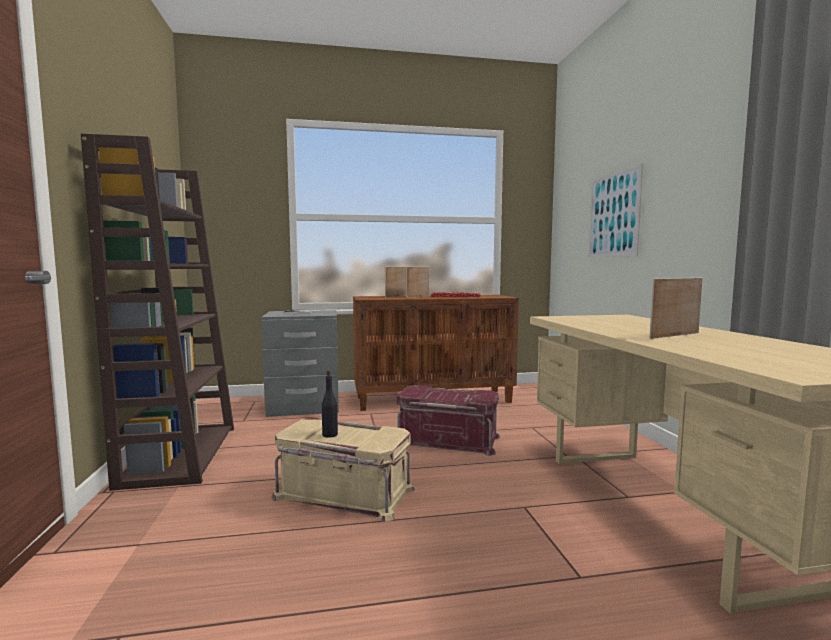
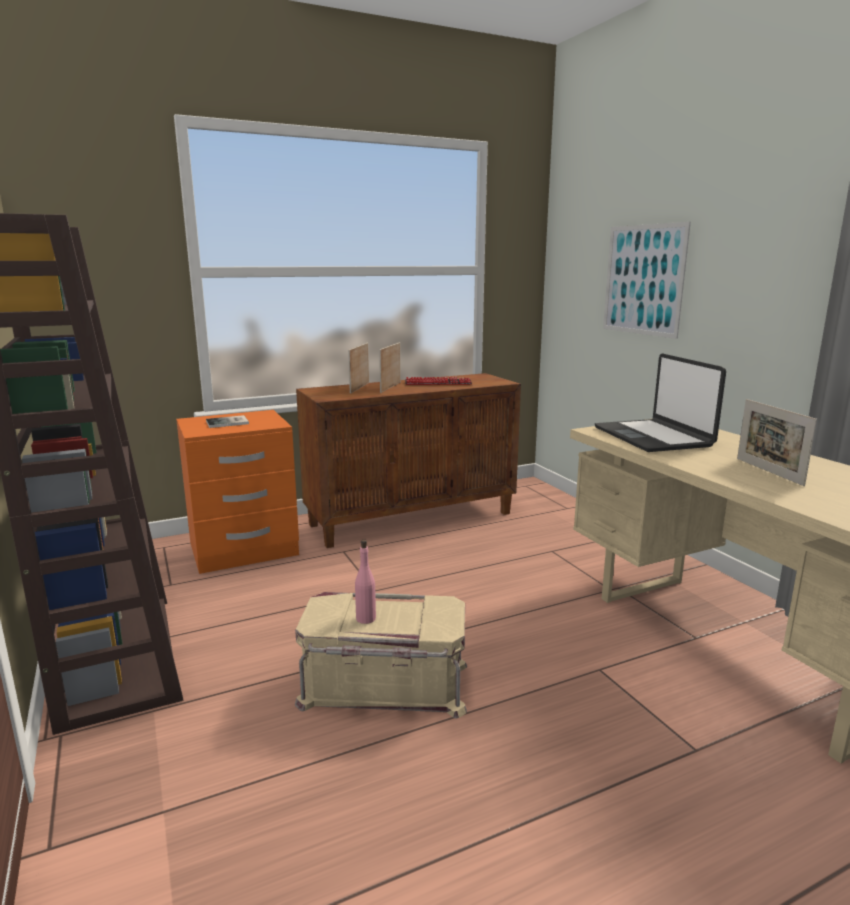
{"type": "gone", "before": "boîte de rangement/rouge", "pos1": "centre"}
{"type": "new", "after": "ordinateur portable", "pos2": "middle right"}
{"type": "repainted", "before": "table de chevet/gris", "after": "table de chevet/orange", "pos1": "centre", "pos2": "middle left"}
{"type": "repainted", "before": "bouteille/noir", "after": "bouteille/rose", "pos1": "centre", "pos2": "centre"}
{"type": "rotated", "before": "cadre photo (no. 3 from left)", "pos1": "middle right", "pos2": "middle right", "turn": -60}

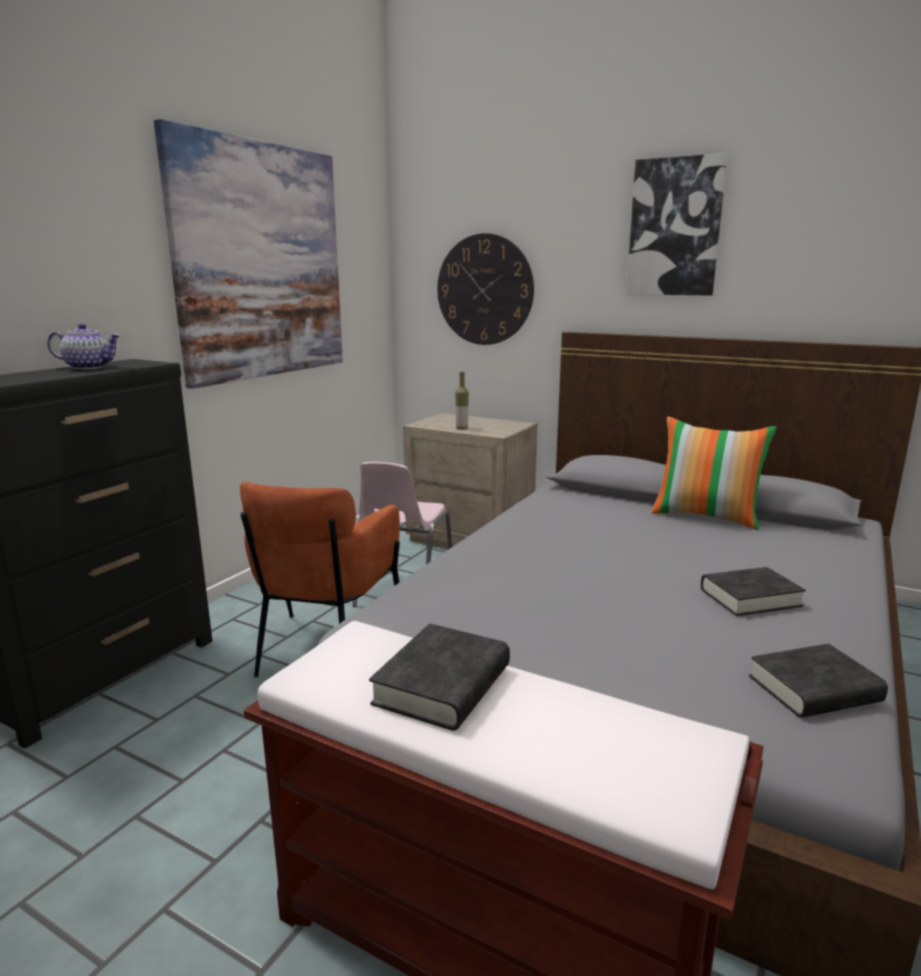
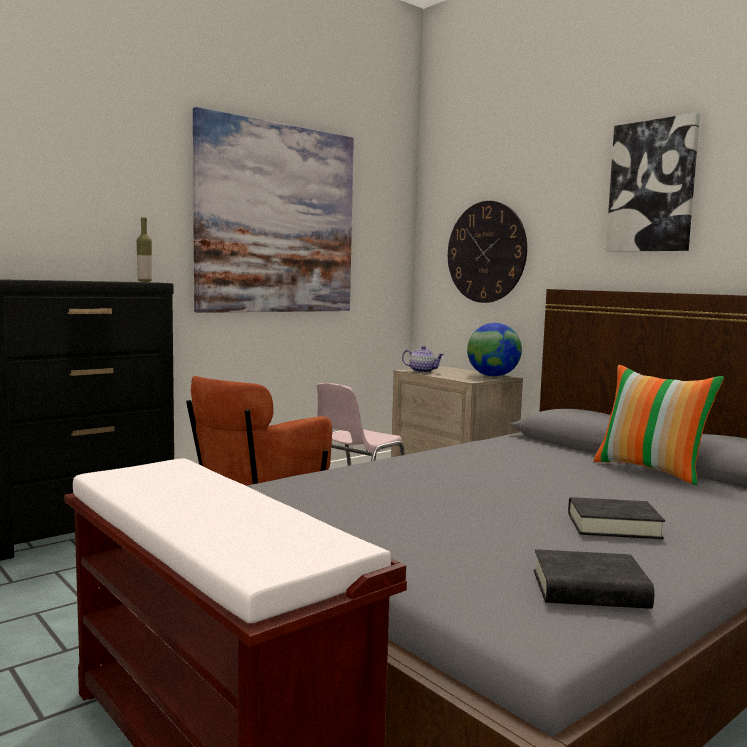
{"type": "gone", "before": "livre/noir (no. 1 from left)", "pos1": "bottom centre"}
{"type": "new", "after": "globe", "pos2": "centre"}
{"type": "shifted", "before": "théière", "pos1": "middle left", "pos2": "centre"}
{"type": "shifted", "before": "bouteille", "pos1": "centre", "pos2": "middle left"}

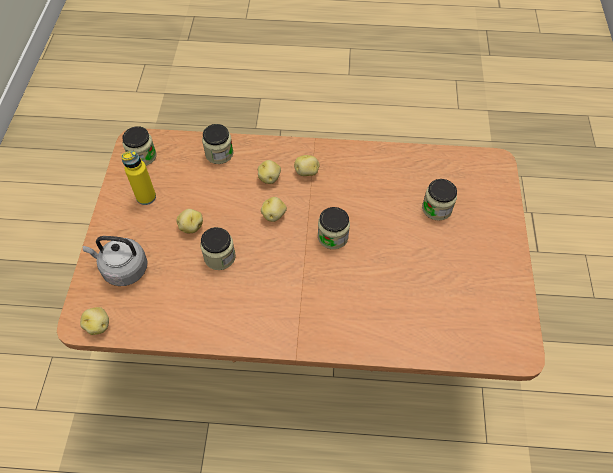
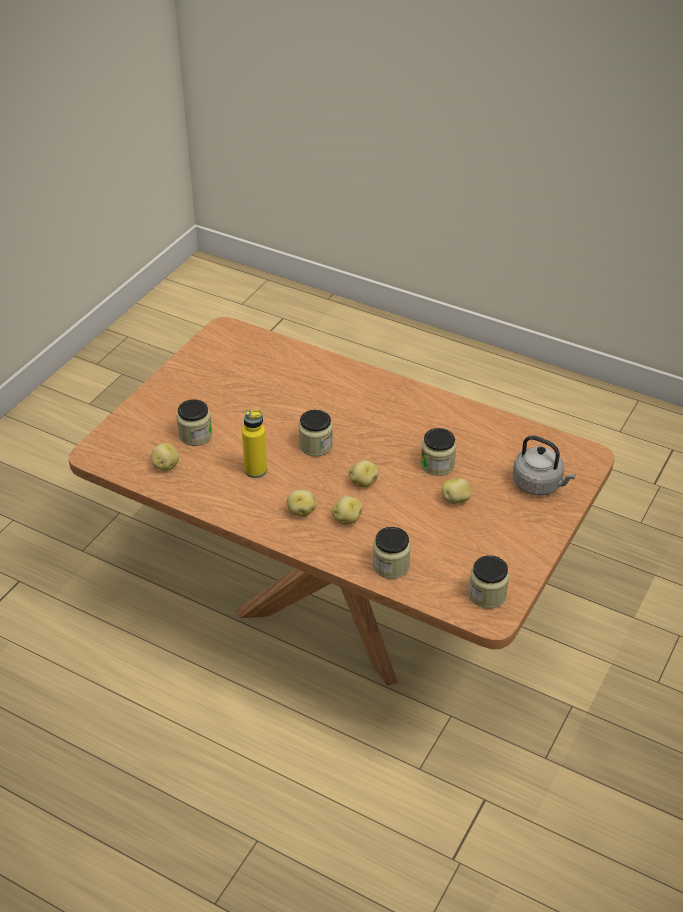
{"type": "shifted", "before": "pomme de terre (no. 1 from left)", "pos1": "bottom left", "pos2": "middle left"}
{"type": "shifted", "before": "bouteille/jaune", "pos1": "middle left", "pos2": "centre"}

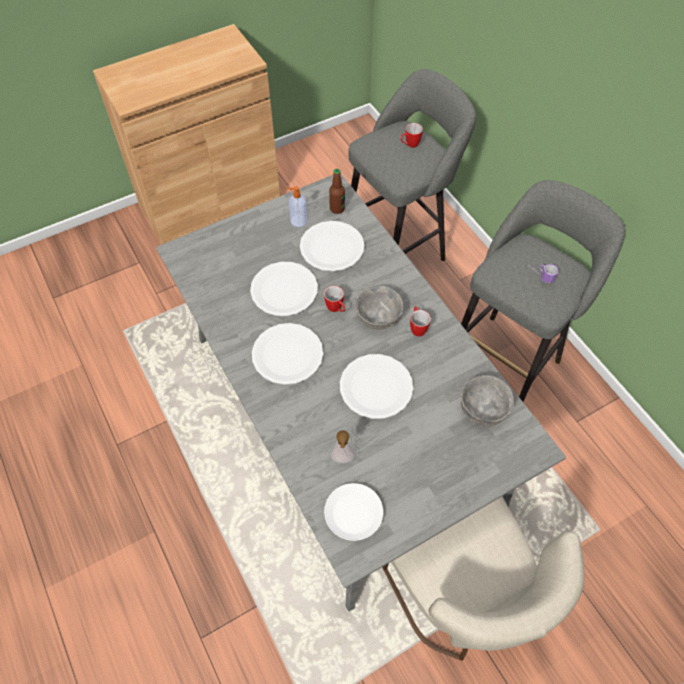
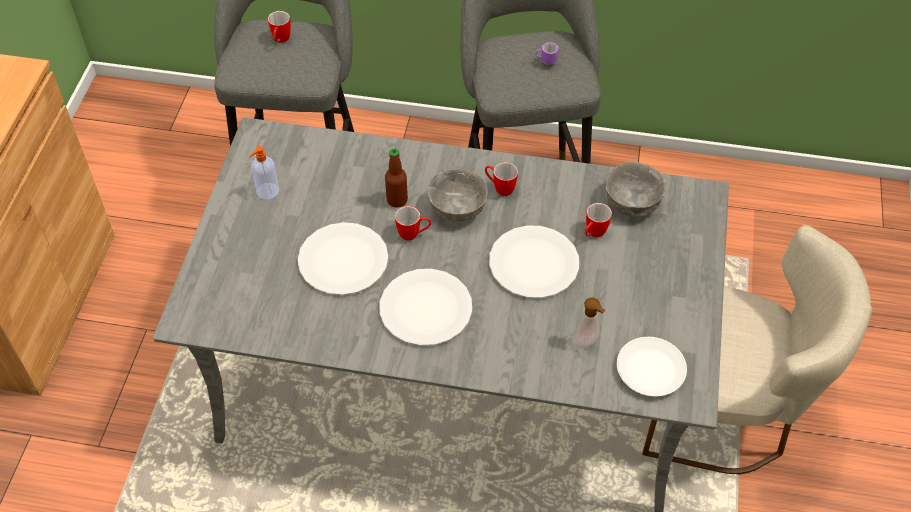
{"type": "gone", "before": "assiette/blanc (no. 3 from left)", "pos1": "centre"}
{"type": "new", "after": "mug (no. 5 from left)", "pos2": "centre"}
{"type": "shifted", "before": "bouteille", "pos1": "top centre", "pos2": "centre"}

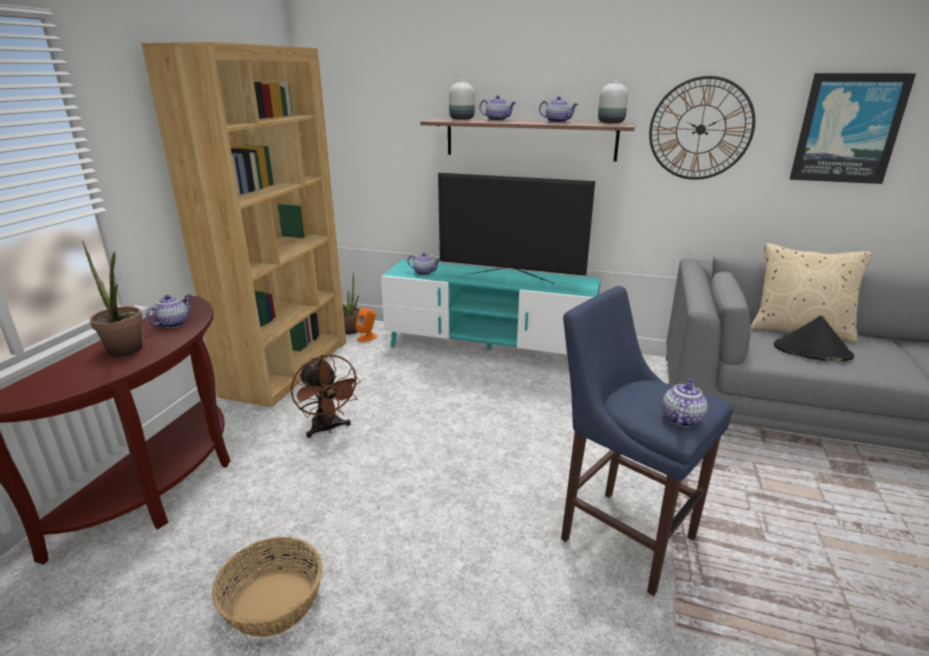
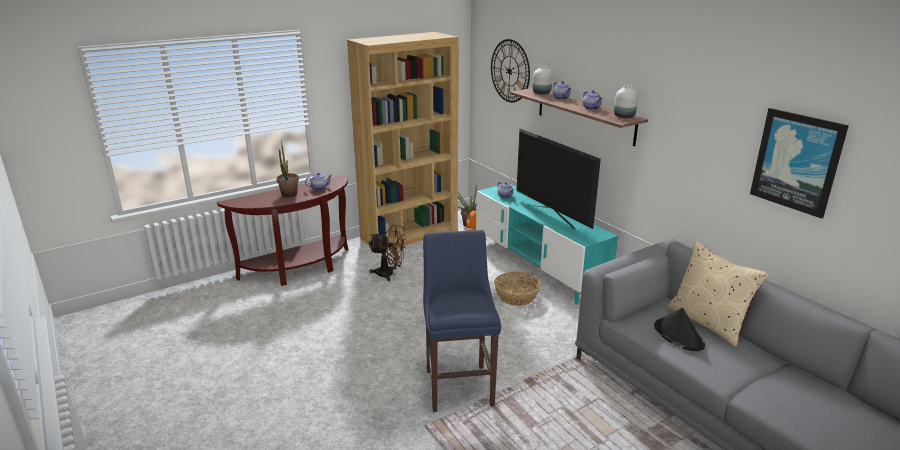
{"type": "gone", "before": "théière (no. 5 from left)", "pos1": "middle right"}
{"type": "shifted", "before": "panier", "pos1": "bottom left", "pos2": "centre"}
{"type": "shifted", "before": "horloge murale", "pos1": "top right", "pos2": "top centre"}
{"type": "rotated", "before": "ventilateur/marron", "pos1": "centre", "pos2": "centre", "turn": -90}

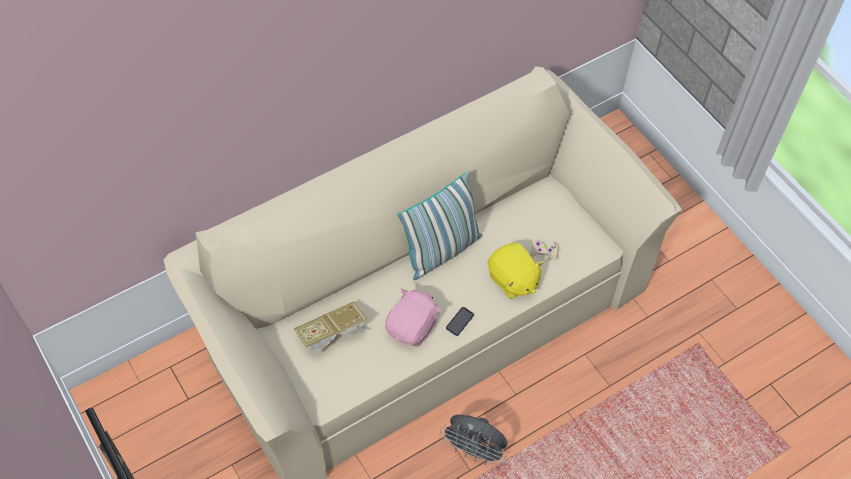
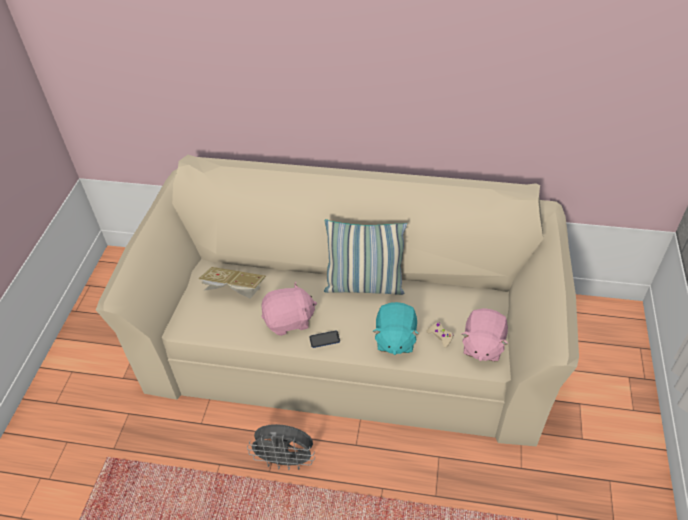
{"type": "new", "after": "peluche/rose (no. 2 from left)", "pos2": "middle right"}
{"type": "repainted", "before": "peluche/jaune", "after": "peluche/turquoise", "pos1": "centre", "pos2": "centre"}
{"type": "rotated", "before": "ventilateur/gris", "pos1": "bottom centre", "pos2": "bottom centre", "turn": -60}

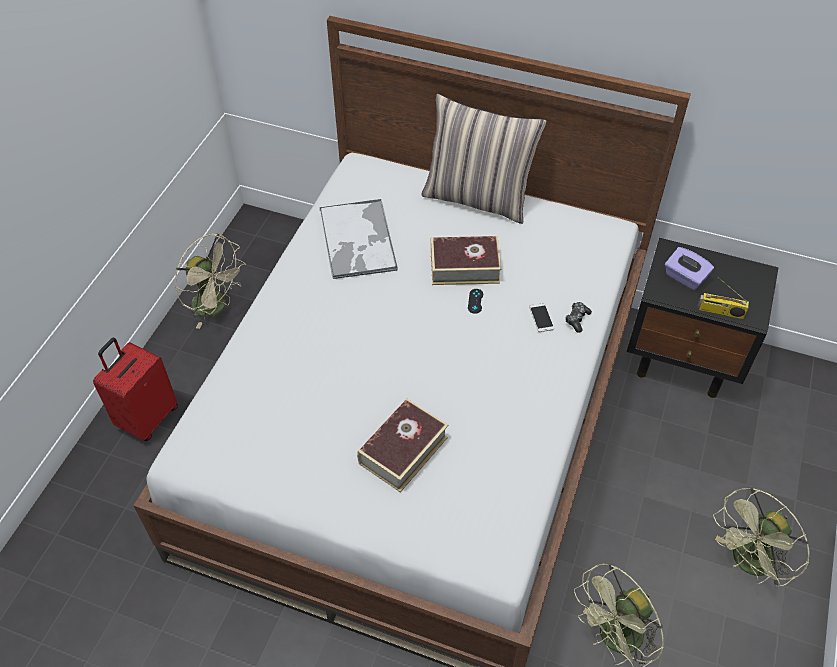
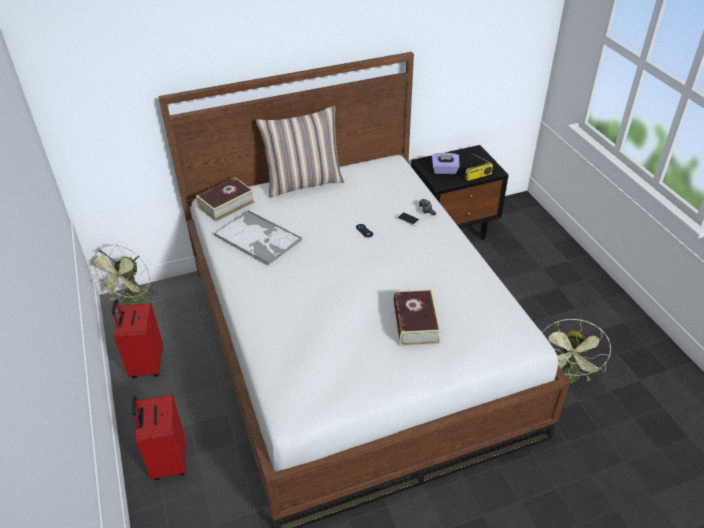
{"type": "shifted", "before": "livre (no. 2 from left in the first image)", "after": "livre (no. 1 from left)", "pos1": "centre", "pos2": "middle left"}
{"type": "shifted", "before": "ventilateur/vert (no. 2 from left in the first image)", "after": "ventilateur/vert (no. 1 from left)", "pos1": "bottom right", "pos2": "middle left"}
{"type": "swapped", "before": "ventilateur/beige", "after": "valise/rouge (no. 1 from left)", "pos1": "middle left", "pos2": "middle left"}

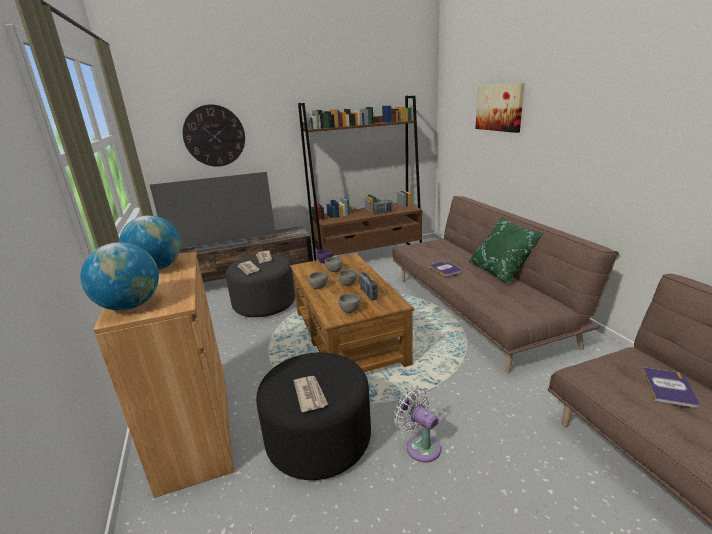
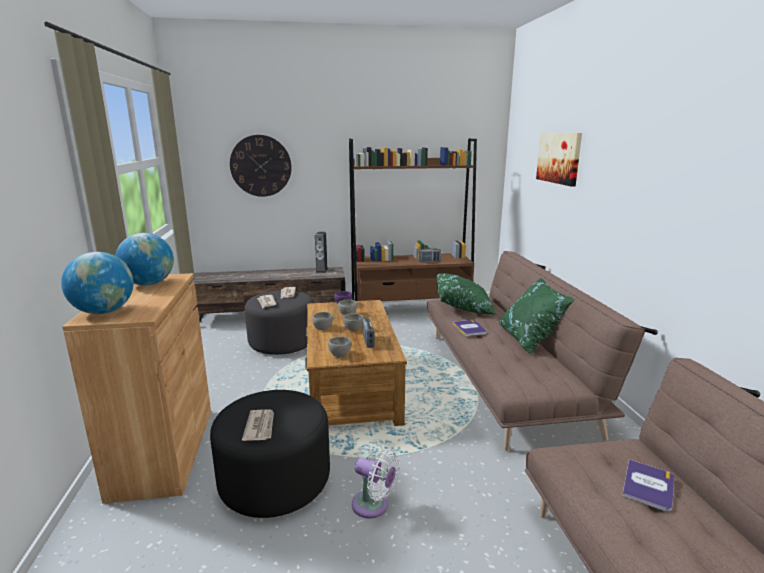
{"type": "gone", "before": "téléviseur", "pos1": "middle left"}
{"type": "new", "after": "enceinte", "pos2": "centre"}
{"type": "new", "after": "coussin/vert (no. 1 from left)", "pos2": "centre"}
{"type": "rotated", "before": "ventilateur/blanc", "pos1": "bottom centre", "pos2": "bottom centre", "turn": 150}

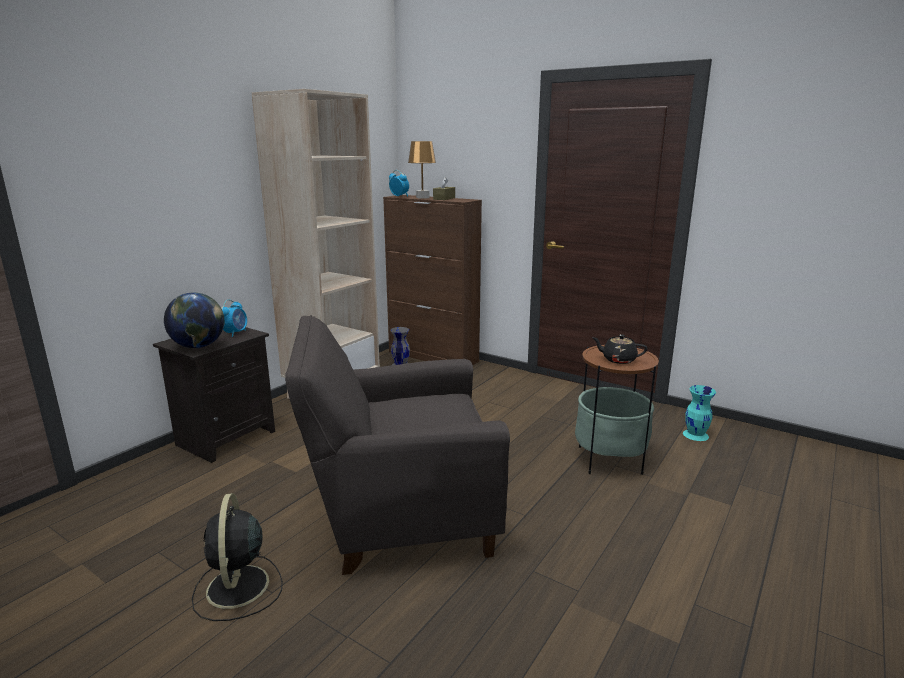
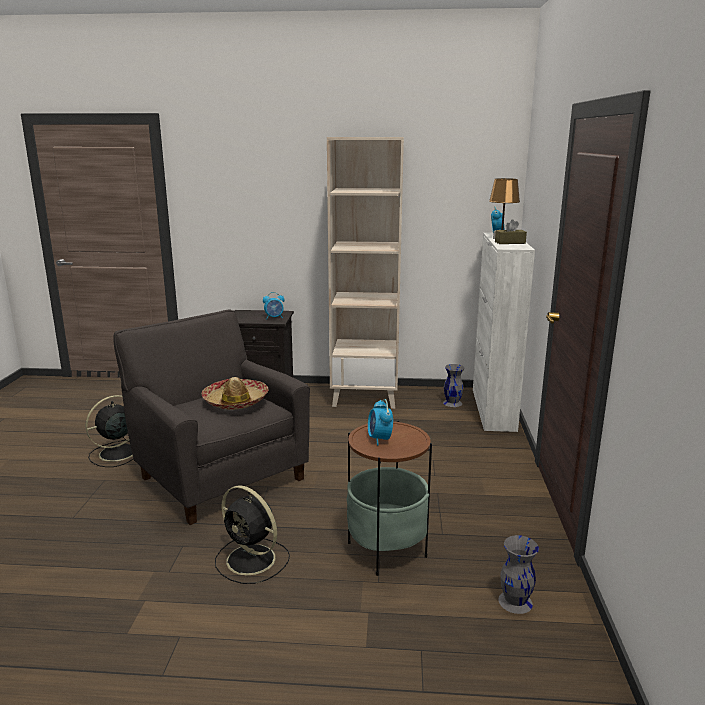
{"type": "gone", "before": "globe", "pos1": "middle left"}
{"type": "new", "after": "chapeau", "pos2": "centre"}
{"type": "new", "after": "ventilateur/noir (no. 2 from left)", "pos2": "bottom centre"}
{"type": "swapped", "before": "théière/noir", "after": "réveil (no. 2 from left)", "pos1": "middle right", "pos2": "centre"}
{"type": "repainted", "before": "meuble de rangement/marron", "after": "meuble de rangement/blanc", "pos1": "centre", "pos2": "middle right"}
{"type": "repainted", "before": "vase/turquoise", "after": "vase/gris (no. 2 from left)", "pos1": "middle right", "pos2": "bottom right"}

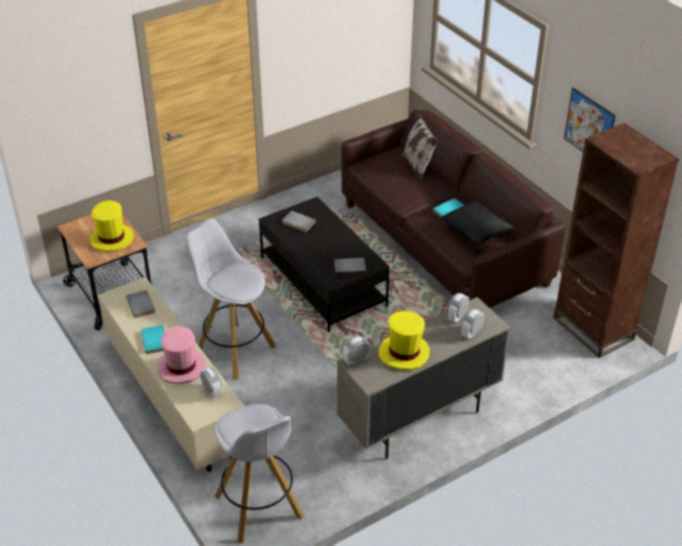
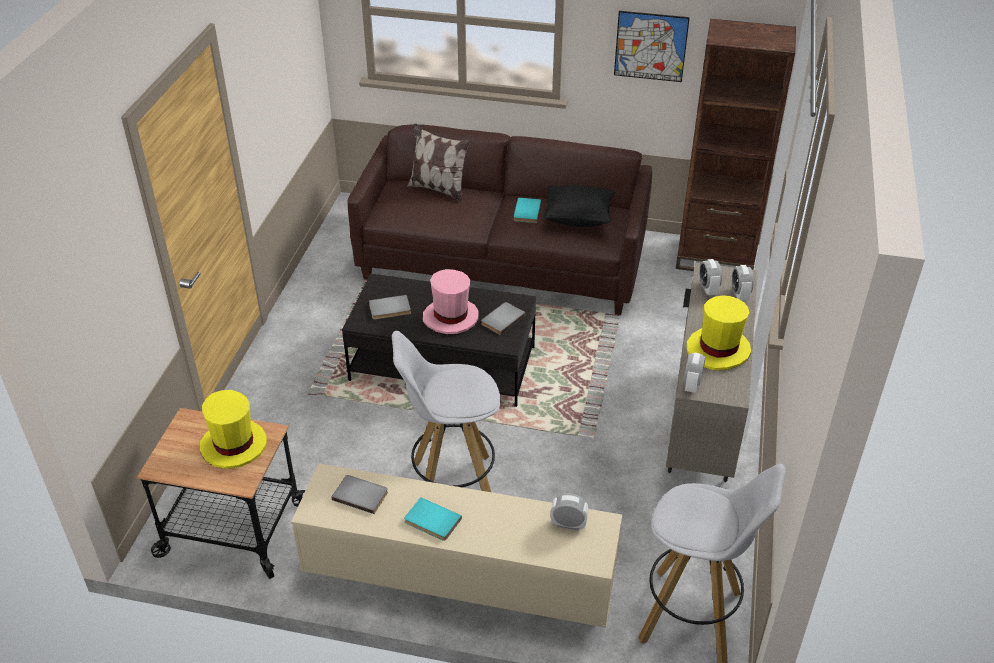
{"type": "shifted", "before": "chapeau/rose", "pos1": "middle left", "pos2": "centre"}

